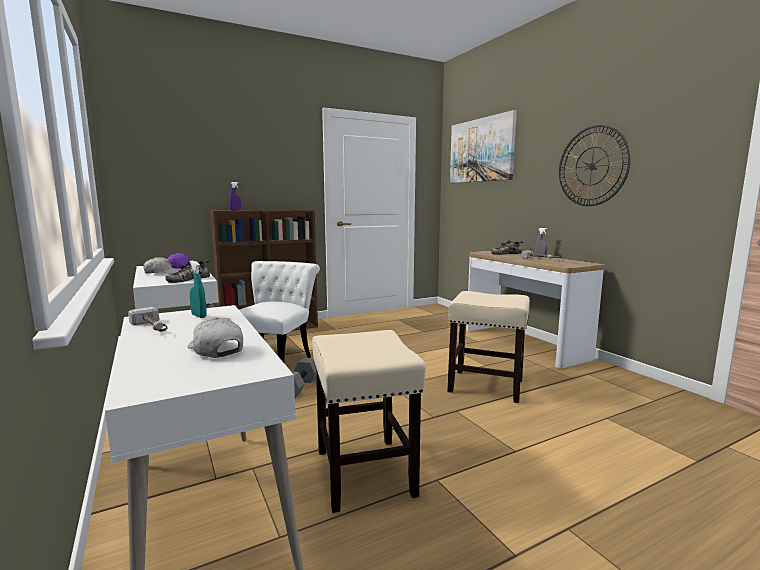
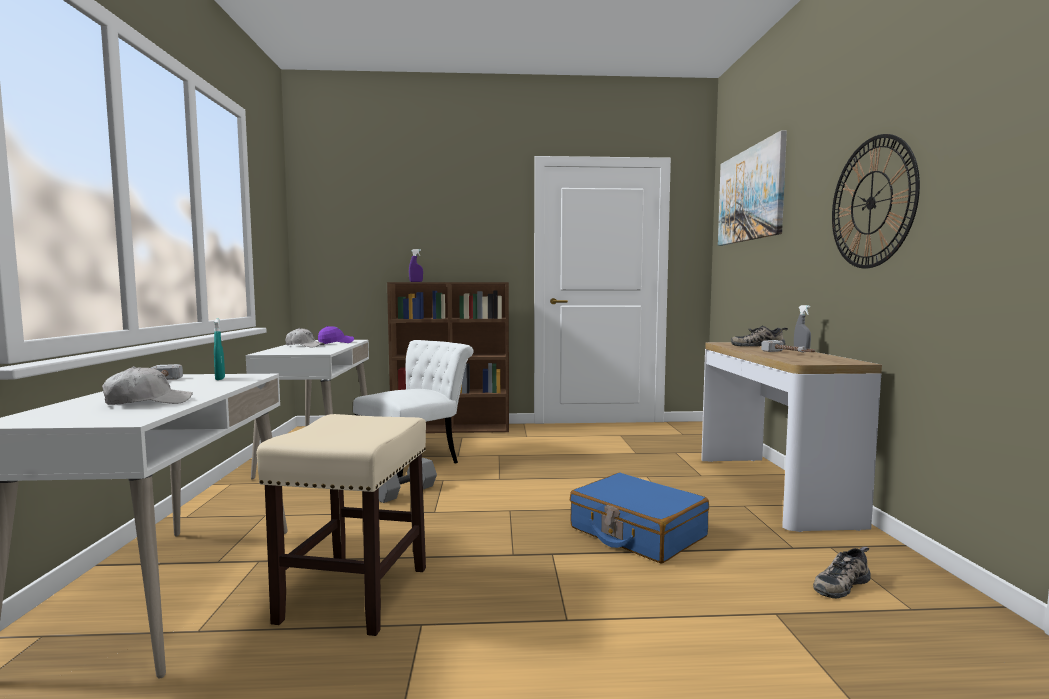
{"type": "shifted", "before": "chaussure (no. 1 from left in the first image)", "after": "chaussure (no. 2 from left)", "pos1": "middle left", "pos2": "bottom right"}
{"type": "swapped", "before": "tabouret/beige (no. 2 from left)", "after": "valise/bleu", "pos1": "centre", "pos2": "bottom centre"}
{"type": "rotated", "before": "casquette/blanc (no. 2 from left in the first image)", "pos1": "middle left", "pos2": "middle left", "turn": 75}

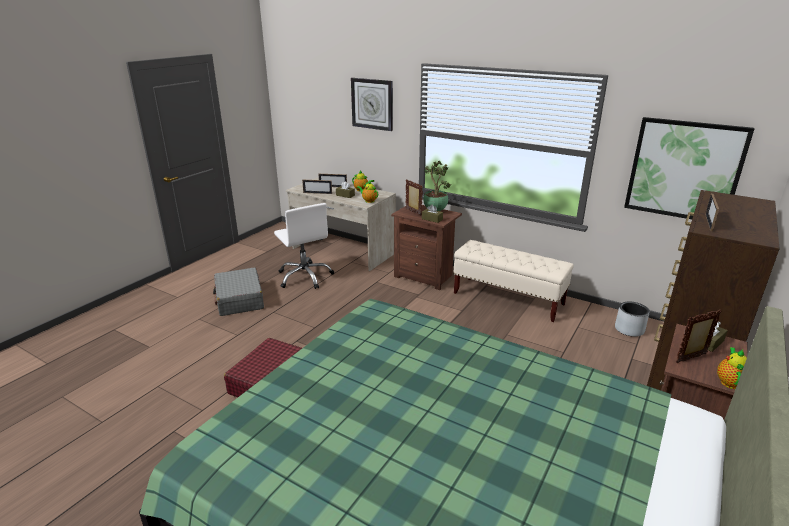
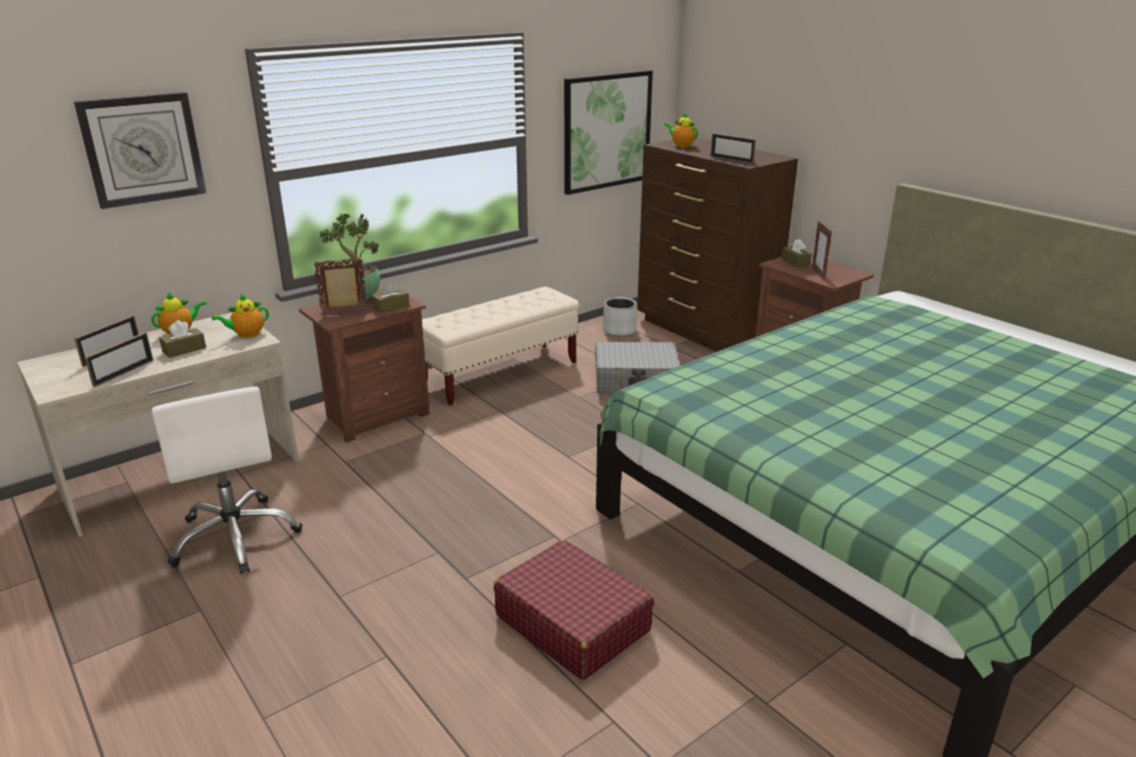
{"type": "shifted", "before": "valise/gris", "pos1": "middle left", "pos2": "centre"}
{"type": "shifted", "before": "théière (no. 3 from left)", "pos1": "bottom right", "pos2": "top centre"}
{"type": "rotated", "before": "chaise de bureau/blanc", "pos1": "centre", "pos2": "middle left", "turn": 75}

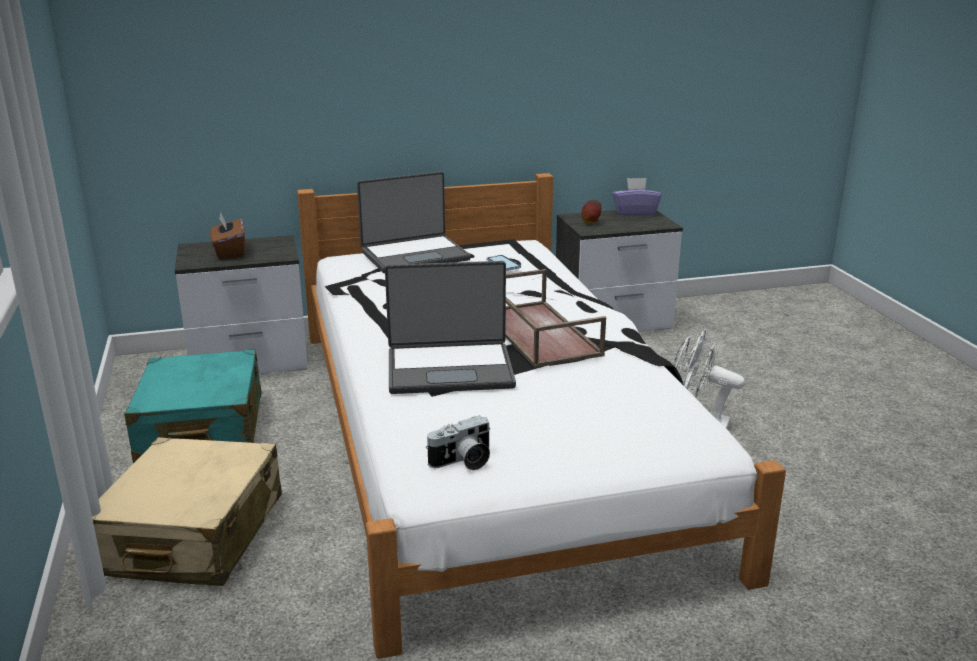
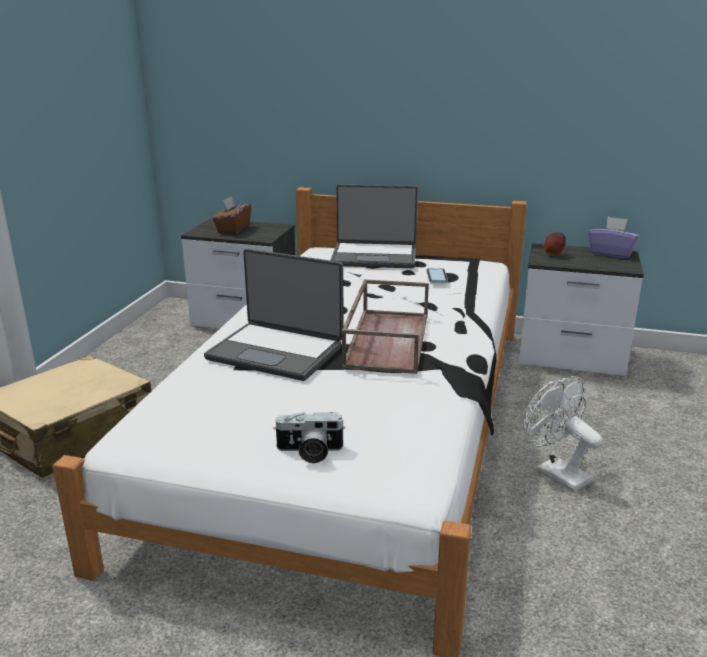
{"type": "gone", "before": "valise/turquoise", "pos1": "middle left"}
{"type": "shifted", "before": "appareil photo", "pos1": "bottom centre", "pos2": "centre"}

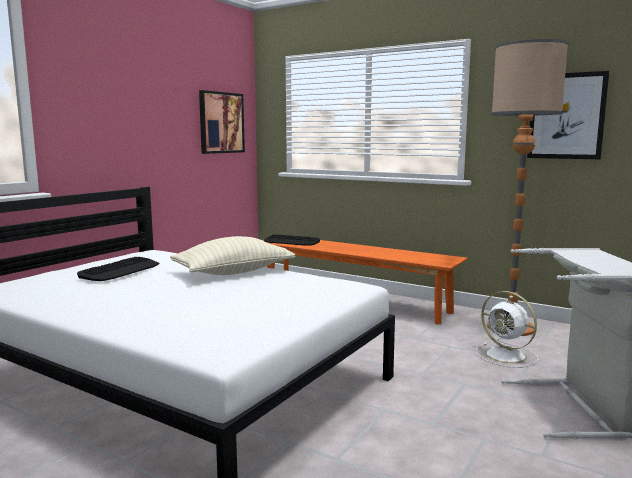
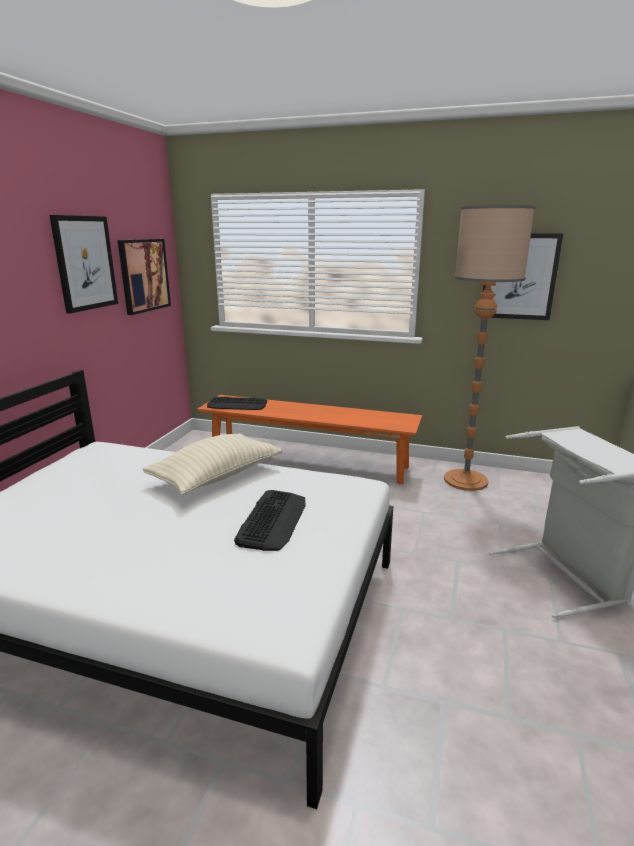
{"type": "gone", "before": "ventilateur/blanc", "pos1": "bottom right"}
{"type": "new", "after": "tableau (no. 1 from left)", "pos2": "top left"}
{"type": "shifted", "before": "clavier (no. 1 from left in the first image)", "after": "clavier (no. 2 from left)", "pos1": "middle left", "pos2": "centre"}

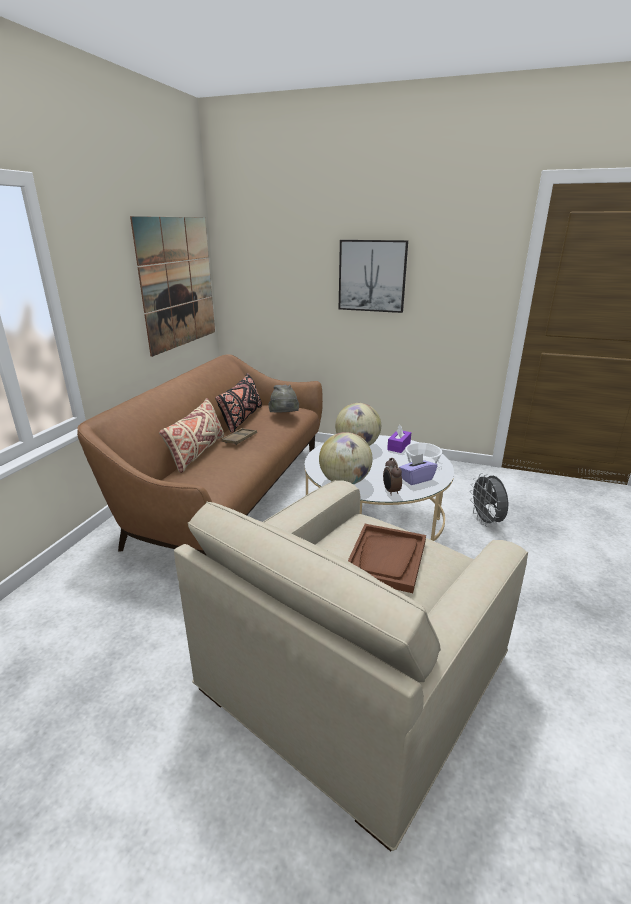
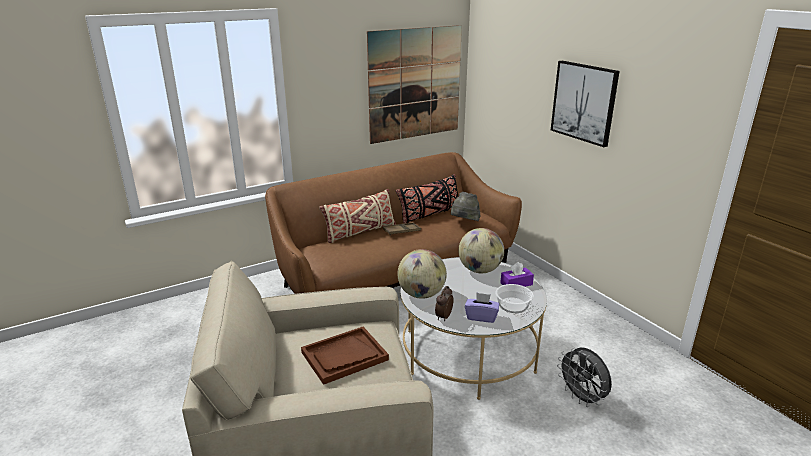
{"type": "rotated", "before": "ventilateur/gris", "pos1": "middle right", "pos2": "bottom right", "turn": -60}

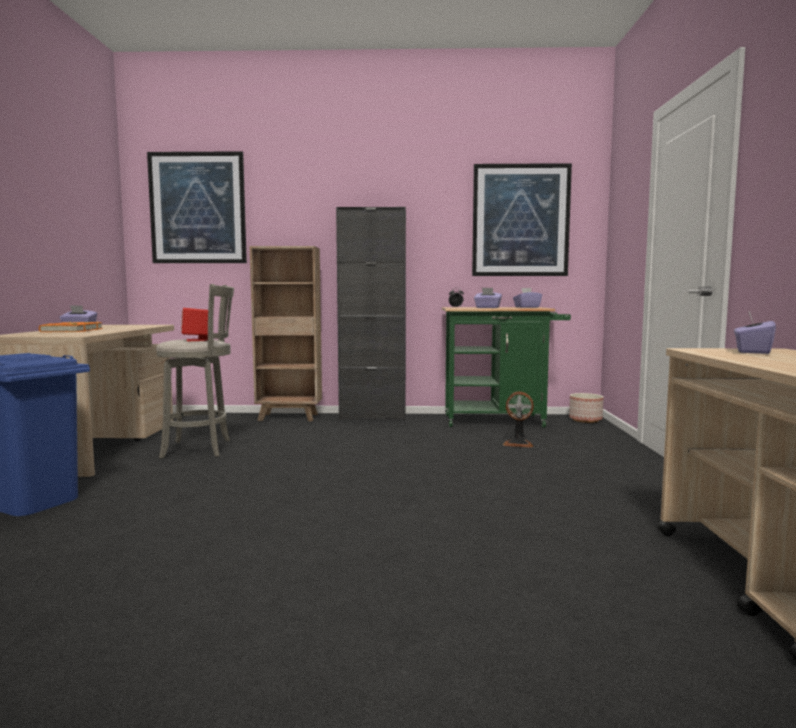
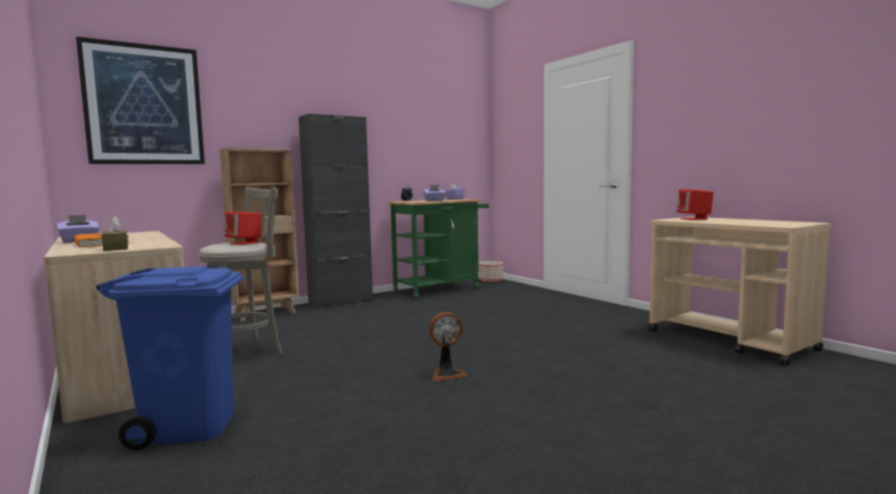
{"type": "gone", "before": "tableau (no. 2 from left)", "pos1": "top centre"}
{"type": "new", "after": "boîte à mouchoirs/marron", "pos2": "middle left"}
{"type": "shifted", "before": "ventilateur", "pos1": "centre", "pos2": "bottom centre"}
{"type": "swapped", "before": "boîte à mouchoirs/violet (no. 4 from left)", "after": "enceinte/rouge (no. 2 from left)", "pos1": "middle right", "pos2": "middle right"}

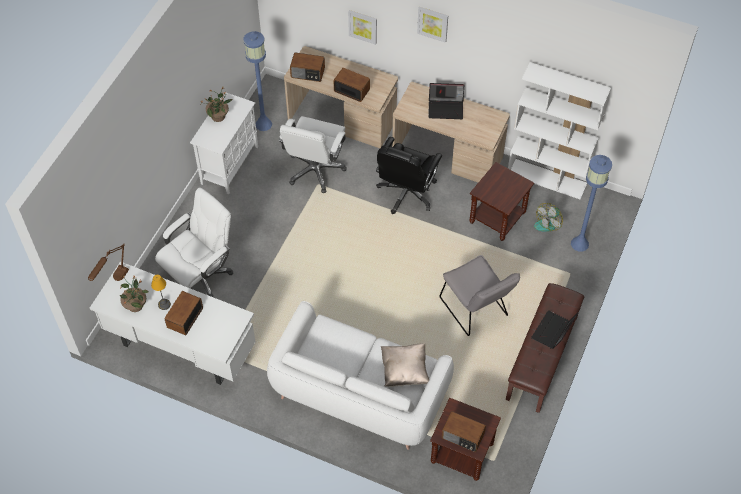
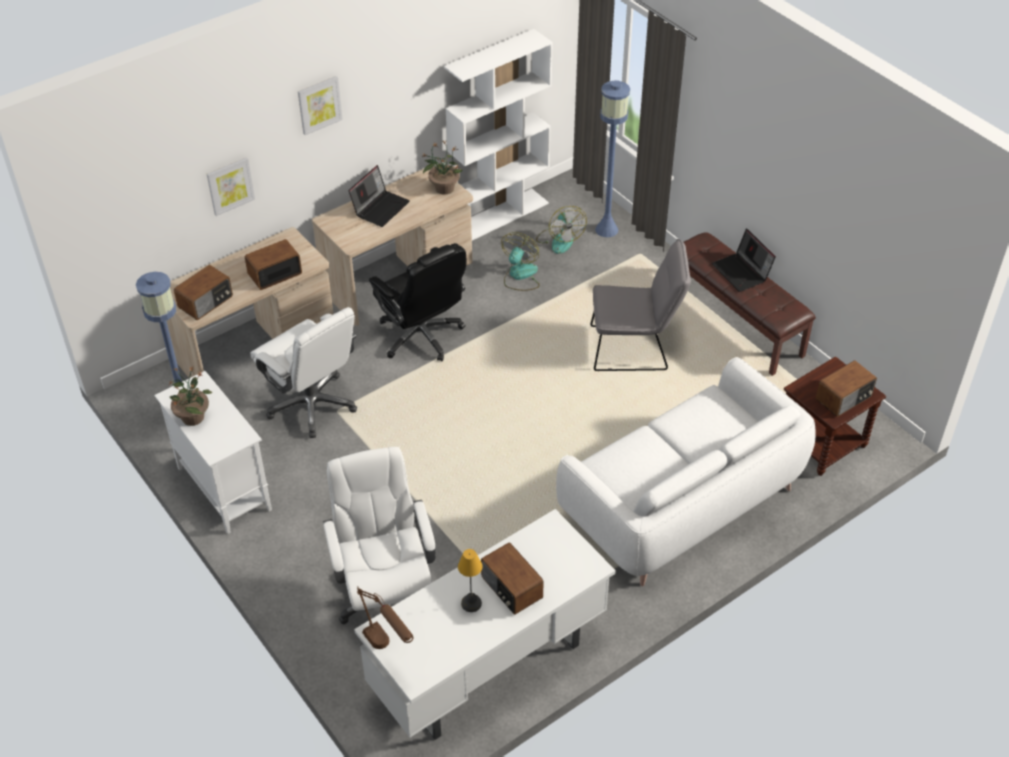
{"type": "gone", "before": "coussin/beige", "pos1": "bottom centre"}
{"type": "shifted", "before": "plante en pot (no. 1 from left in the first image)", "after": "plante en pot (no. 2 from left)", "pos1": "middle left", "pos2": "top centre"}
{"type": "swapped", "before": "table d'appoint/marron (no. 2 from left)", "after": "ventilateur (no. 1 from left)", "pos1": "middle right", "pos2": "centre"}

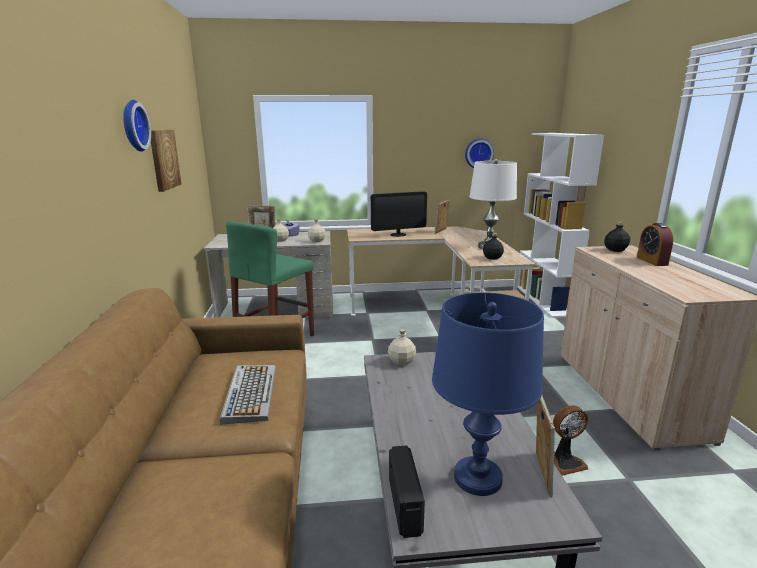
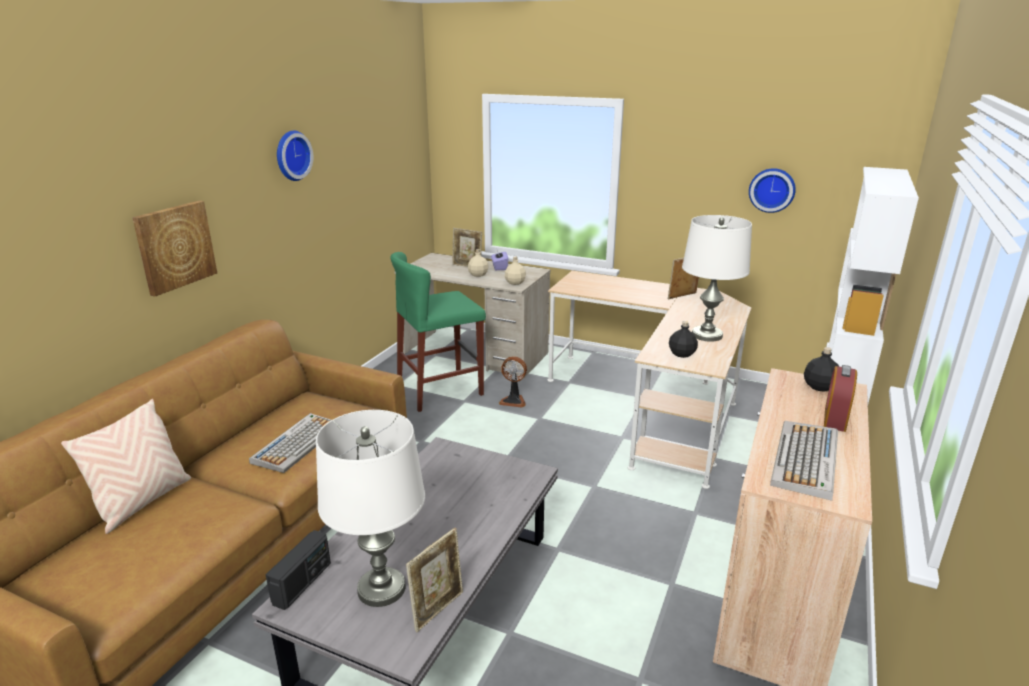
{"type": "gone", "before": "écran d'ordinateur", "pos1": "centre"}
{"type": "gone", "before": "bouteille/beige (no. 3 from left)", "pos1": "centre"}
{"type": "new", "after": "coussin/beige", "pos2": "bottom left"}
{"type": "new", "after": "clavier (no. 2 from left)", "pos2": "bottom right"}
{"type": "shifted", "before": "tableau", "pos1": "top left", "pos2": "middle left"}
{"type": "shifted", "before": "ventilateur", "pos1": "bottom right", "pos2": "centre"}
{"type": "repainted", "before": "lampe de table/bleu", "after": "lampe de table/blanc (no. 1 from left)", "pos1": "bottom centre", "pos2": "bottom centre"}

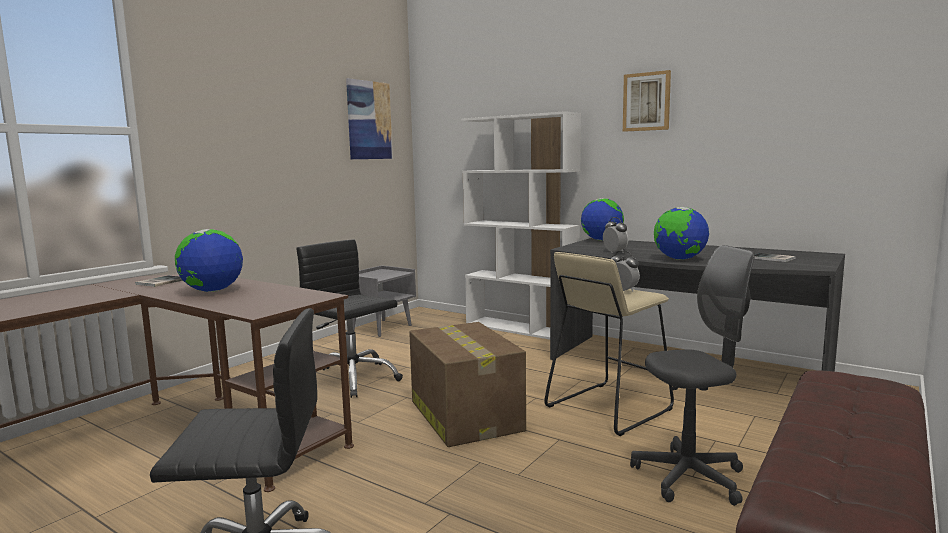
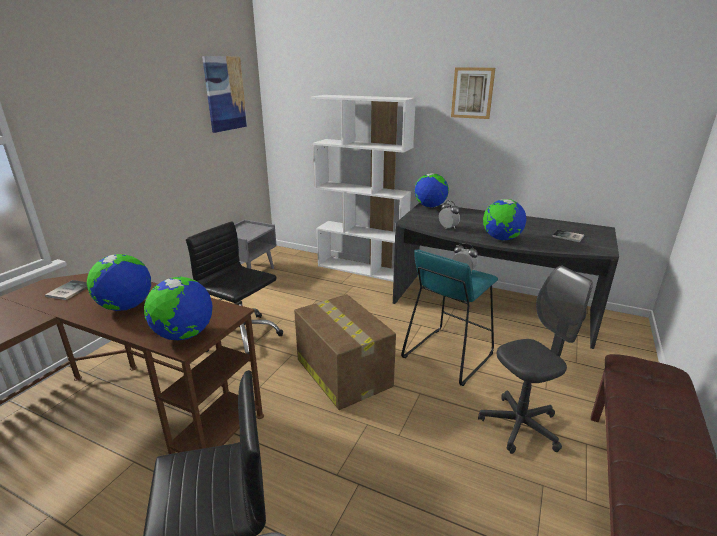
{"type": "new", "after": "globe (no. 2 from left)", "pos2": "middle left"}
{"type": "repainted", "before": "tabouret/beige", "after": "tabouret/turquoise", "pos1": "centre", "pos2": "centre"}

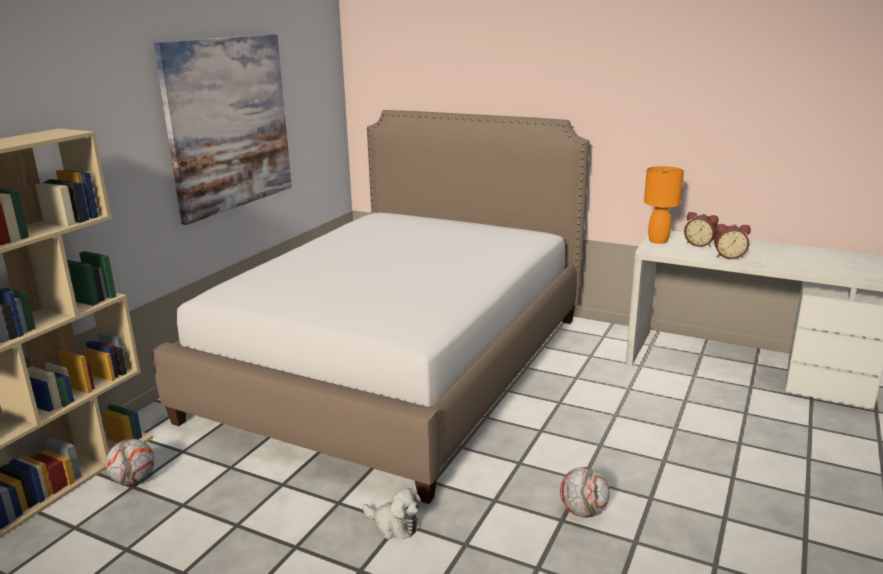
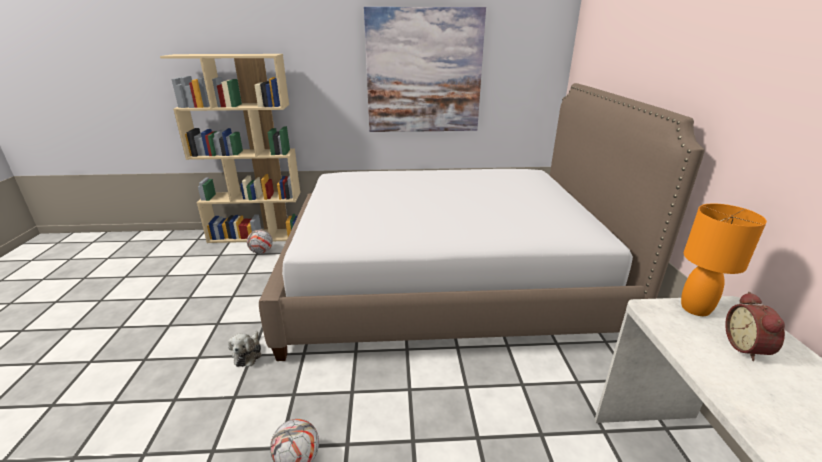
{"type": "gone", "before": "réveil (no. 2 from left)", "pos1": "middle right"}

